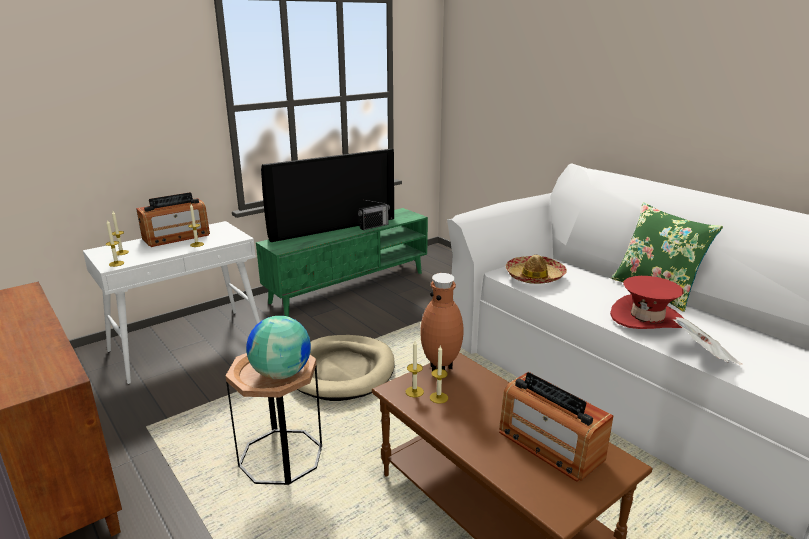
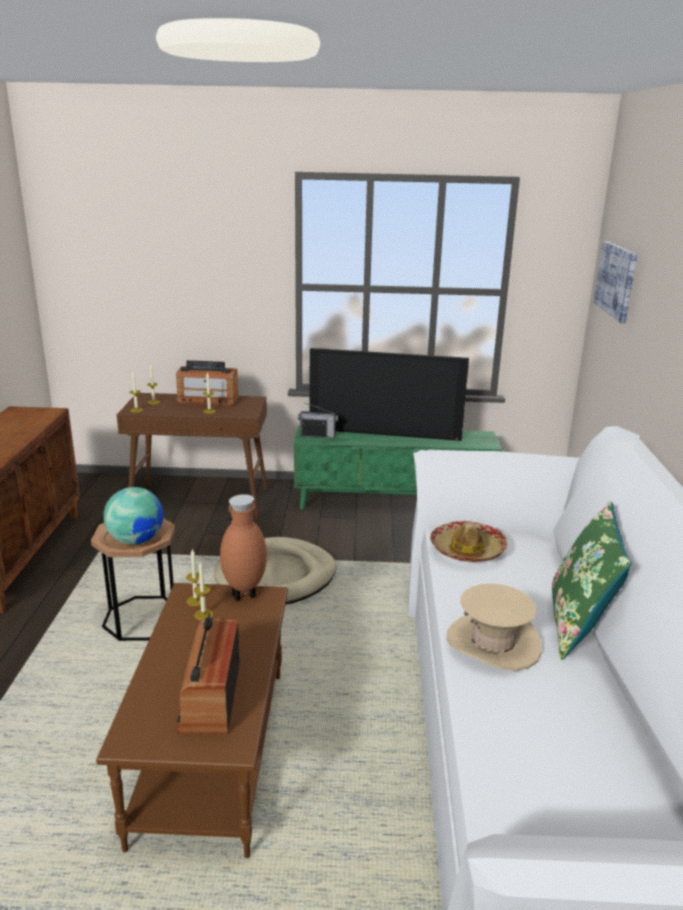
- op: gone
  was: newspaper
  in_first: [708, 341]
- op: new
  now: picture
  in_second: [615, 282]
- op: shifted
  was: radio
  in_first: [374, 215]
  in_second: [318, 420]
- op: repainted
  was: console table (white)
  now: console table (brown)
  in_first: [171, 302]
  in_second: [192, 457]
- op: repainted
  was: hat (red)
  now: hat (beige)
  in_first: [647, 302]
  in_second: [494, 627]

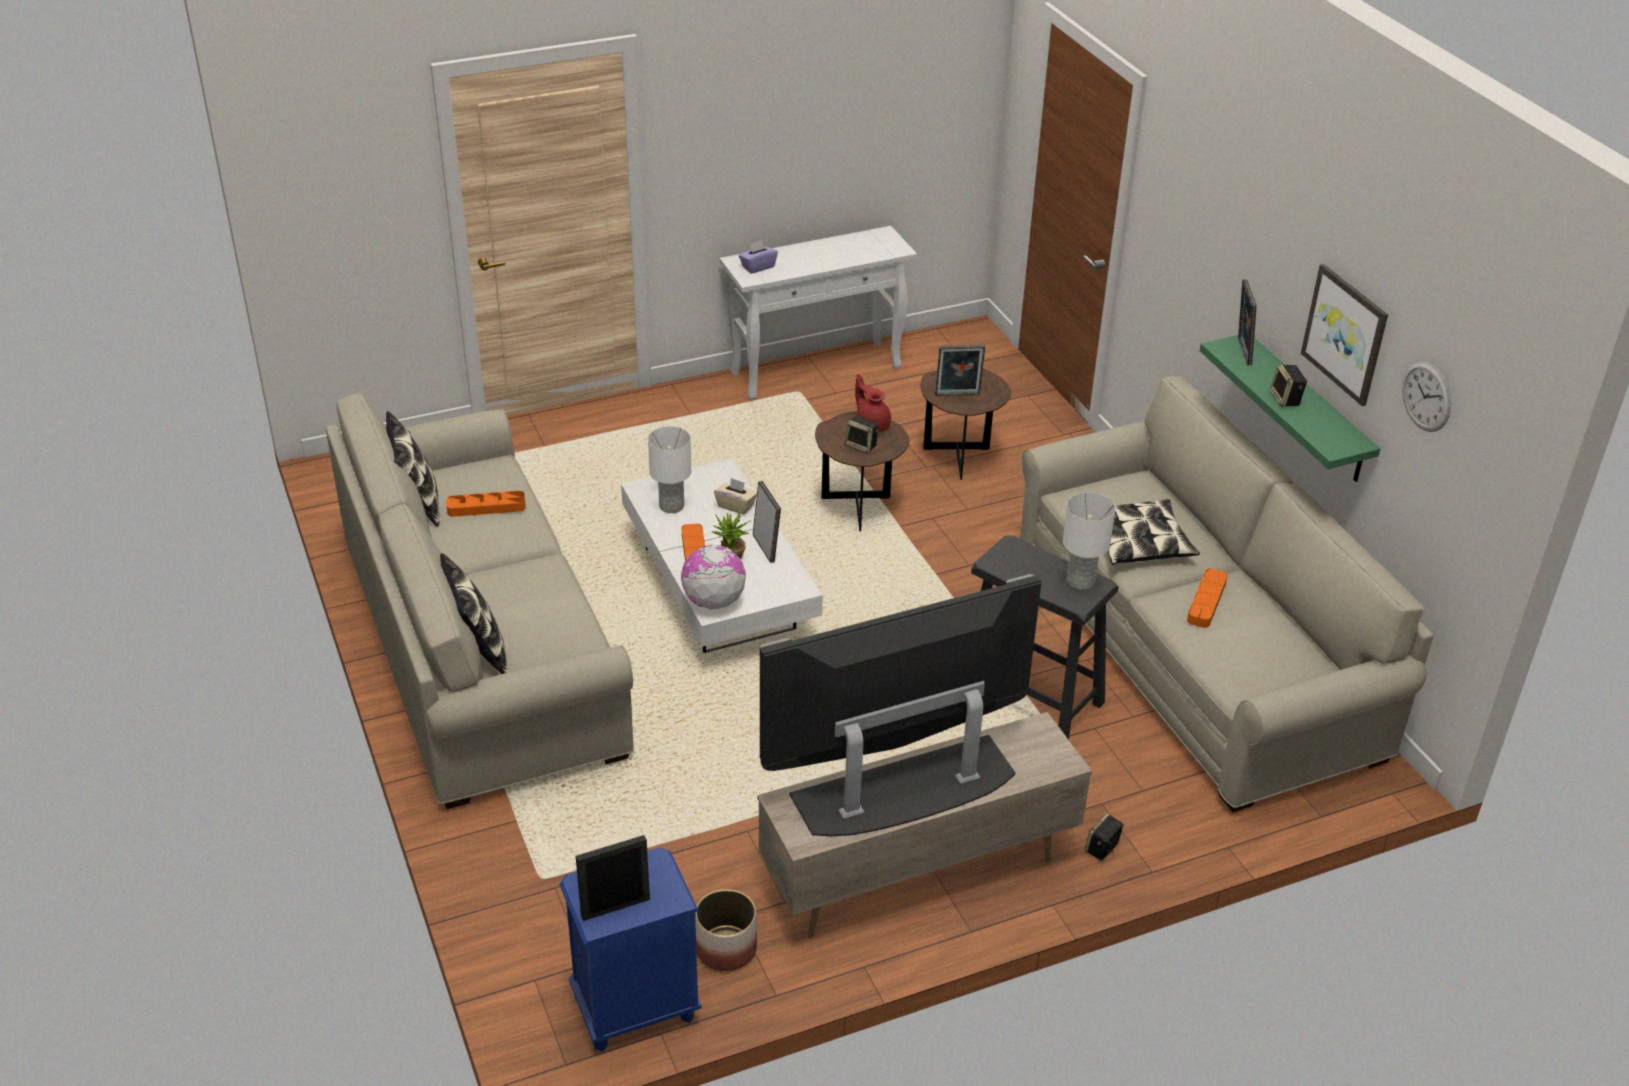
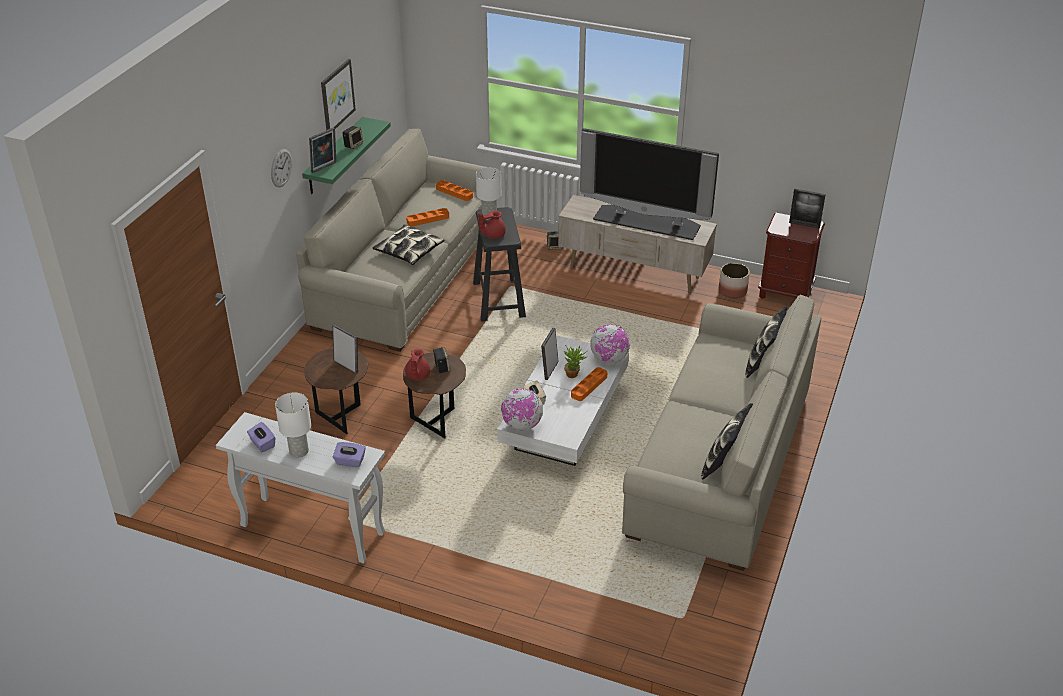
- op: new
  now: tissue box (purple)
  in_second: [261, 437]
- op: new
  now: teapot (red)
  in_second: [492, 225]
- op: new
  now: globe
  in_second: [522, 409]
- op: shifted
  was: tray (orange)
  in_first: [486, 504]
  in_second: [454, 190]
- op: shifted
  was: table lamp (white)
  in_first: [669, 469]
  in_second: [293, 425]
- op: shifted
  was: wall clock
  in_first: [1426, 396]
  in_second: [281, 168]
- op: repainted
  was: nightstand (blue)
  now: nightstand (brown)
  in_first: [630, 949]
  in_second: [791, 256]

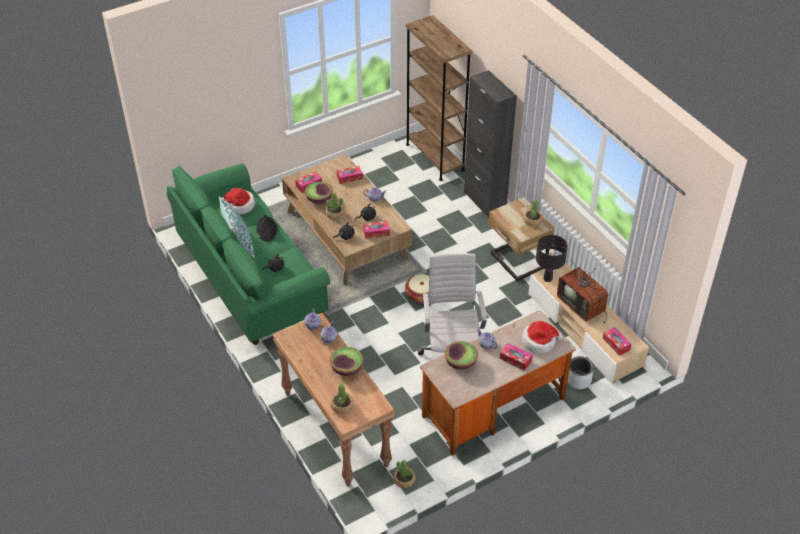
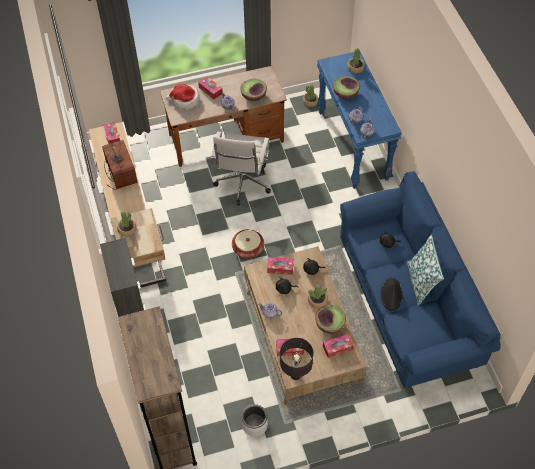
- op: gone
  was: hat
  in_first: [238, 201]
- op: shifted
  was: table lamp (black)
  in_first: [552, 258]
  in_second: [296, 359]
- op: shifted
  was: planter (grey)
  in_first: [580, 372]
  in_second: [255, 420]
- op: repainted
  was: sofa (green)
  now: sofa (blue)
  in_first: [248, 254]
  in_second: [420, 280]
- op: repainted
  was: console table (brown)
  now: console table (blue)
  in_first: [334, 400]
  in_second: [359, 120]

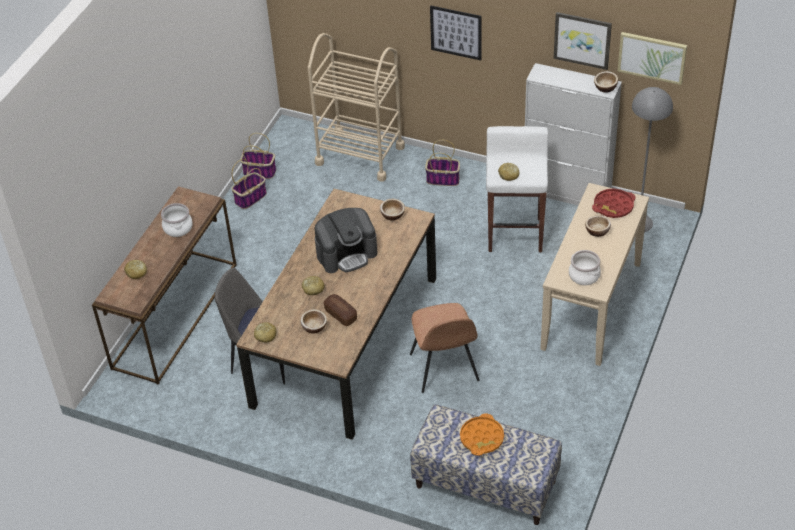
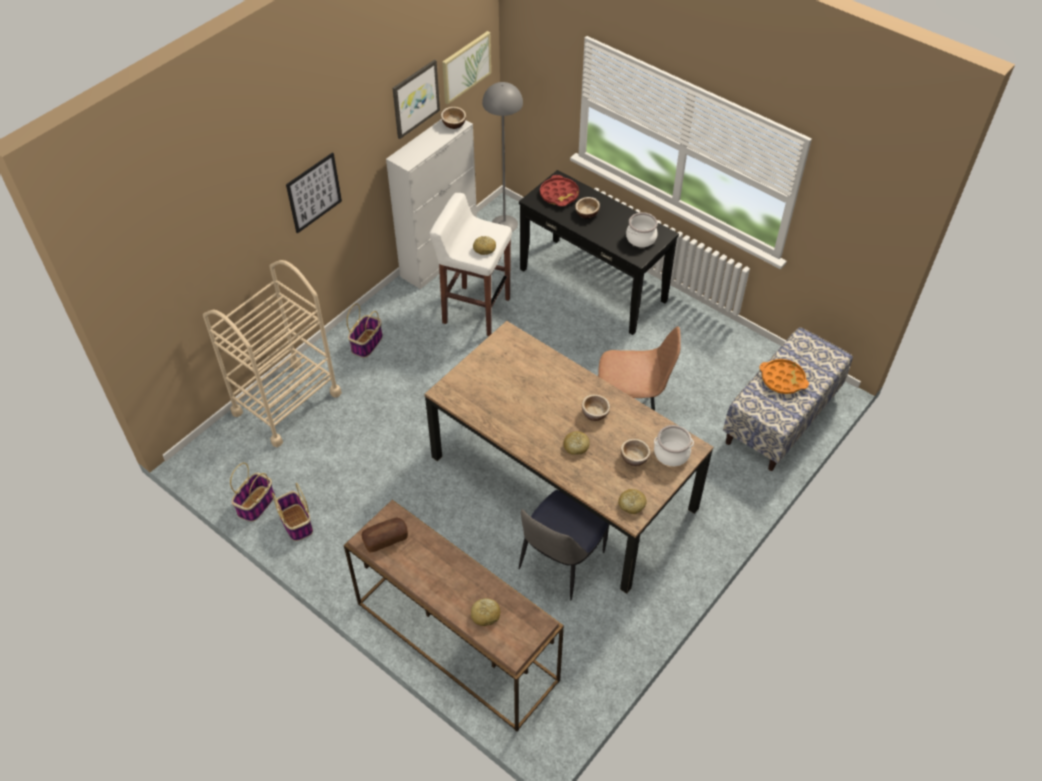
- op: gone
  was: coffee machine
  in_first: [346, 240]
- op: shifted
  was: cooking pot
  in_first: [177, 220]
  in_second: [674, 445]
- op: shifted
  was: bread
  in_first: [340, 310]
  in_second: [385, 535]
- op: shifted
  was: bowl
  in_first: [392, 209]
  in_second: [596, 407]
- op: repainted
  was: console table (beige)
  now: console table (black)
  in_first: [594, 274]
  in_second: [599, 252]

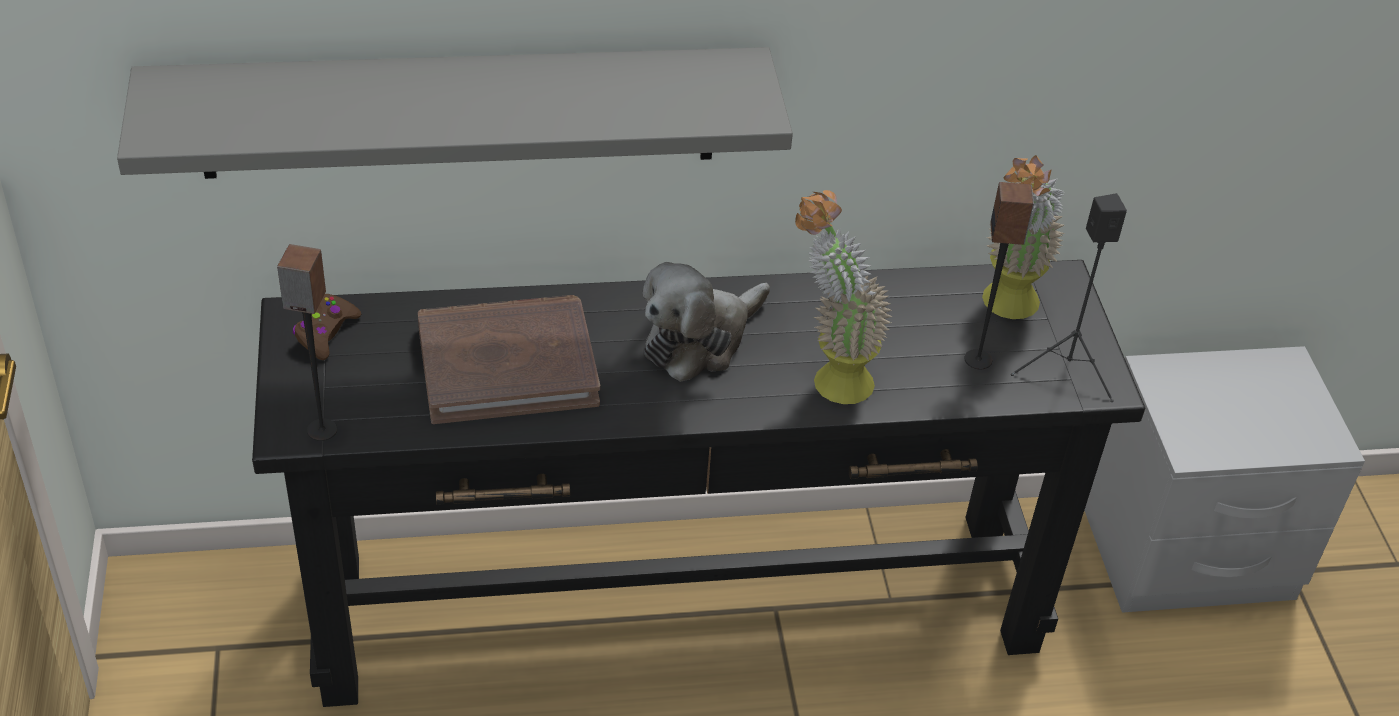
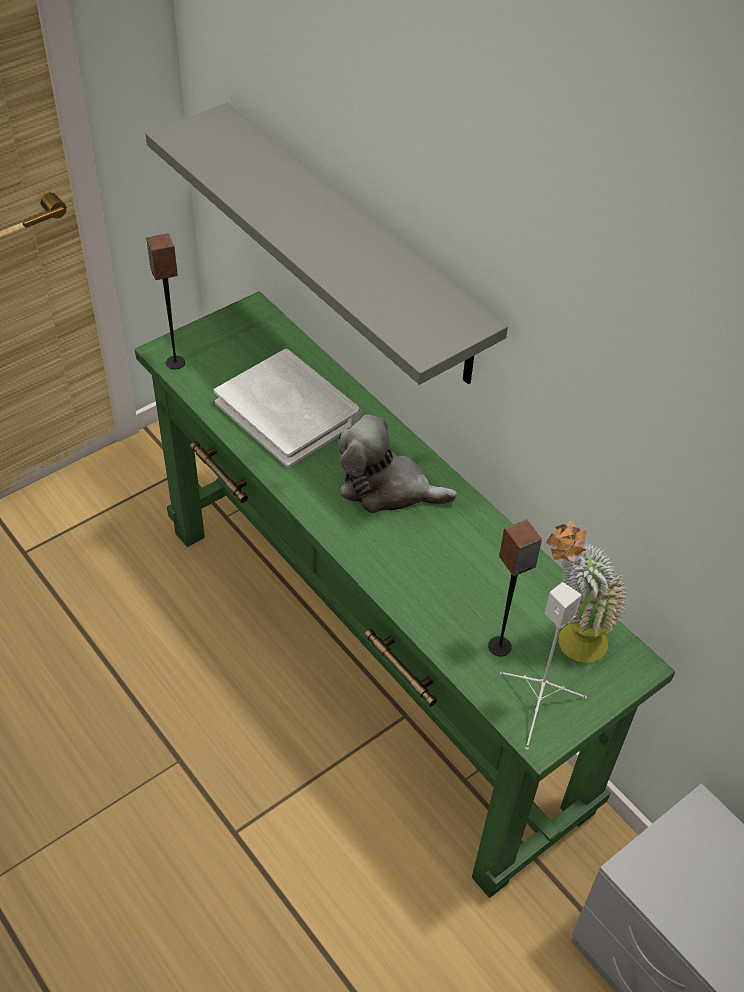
- op: gone
  was: game controller (brown)
  in_first: [327, 327]
- op: gone
  was: potted plant
  in_first: [843, 297]
- op: repainted
  was: console table (black)
  now: console table (green)
  in_first: [698, 483]
  in_second: [405, 594]
- op: repainted
  was: book (brown)
  now: book (white)
  in_first: [509, 359]
  in_second: [287, 408]
- op: repainted
  was: speaker (black)
  now: speaker (white)
  in_first: [1069, 297]
  in_second: [543, 666]

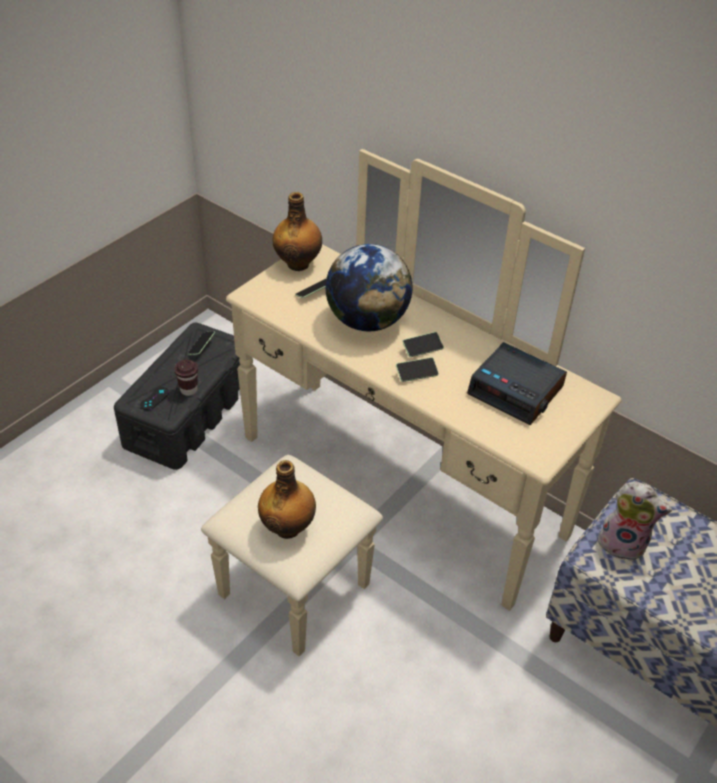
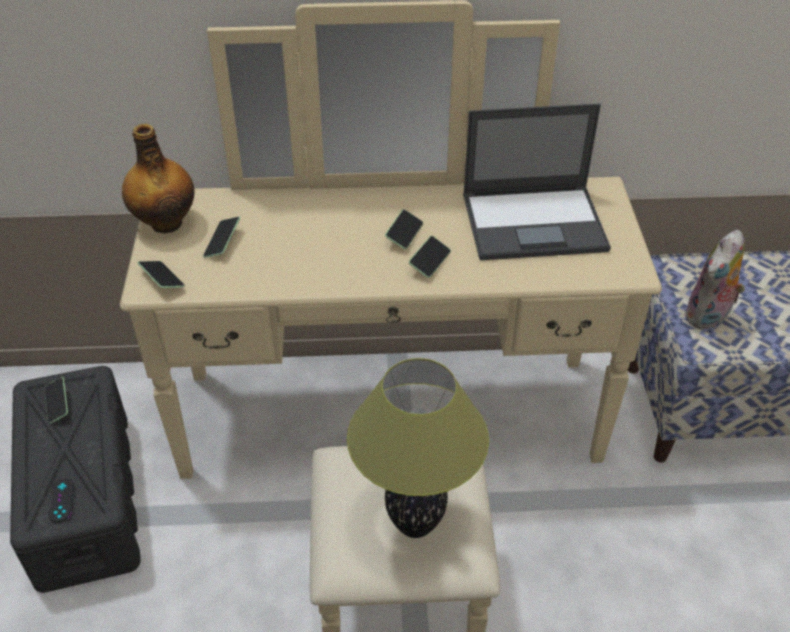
- op: gone
  was: cup (brown)
  in_first: [186, 378]
- op: gone
  was: globe
  in_first: [368, 288]
- op: new
  now: phone
  in_second: [161, 274]
- op: swapped
  was: bottle
  now: table lamp
  in_first: [287, 499]
  in_second: [418, 448]
- op: swapped
  was: alarm clock
  now: laptop
  in_first: [517, 383]
  in_second: [537, 182]
- op: rotated
  was: plush toy
  in_first: [635, 521]
  in_second: [714, 279]
  clockwise: 150

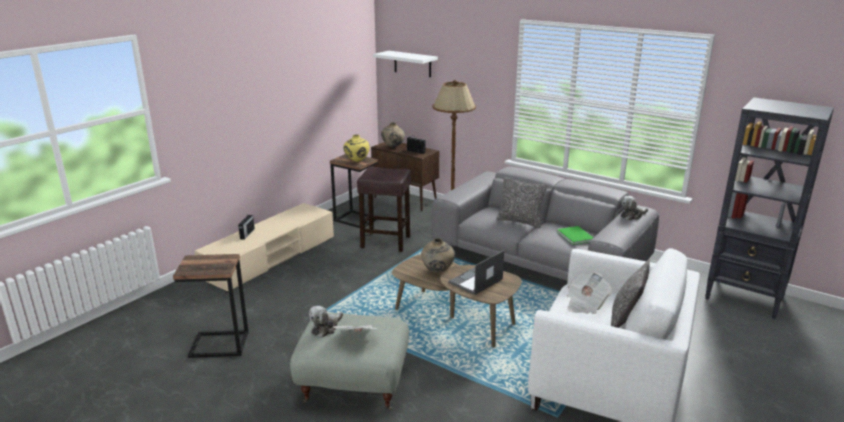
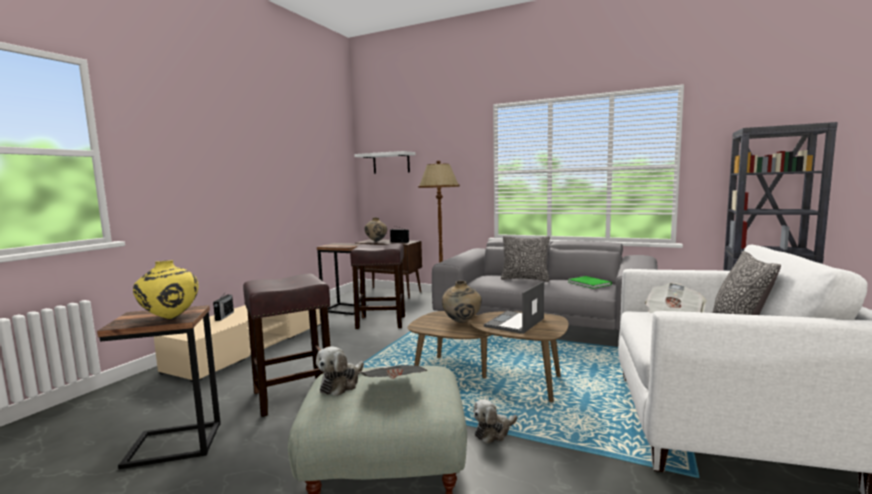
- op: new
  now: stool (brown)
  in_second: [287, 345]
- op: shifted
  was: vase (yellow)
  in_first: [356, 148]
  in_second: [166, 289]
- op: shifted
  was: plush toy
  in_first: [634, 208]
  in_second: [495, 422]

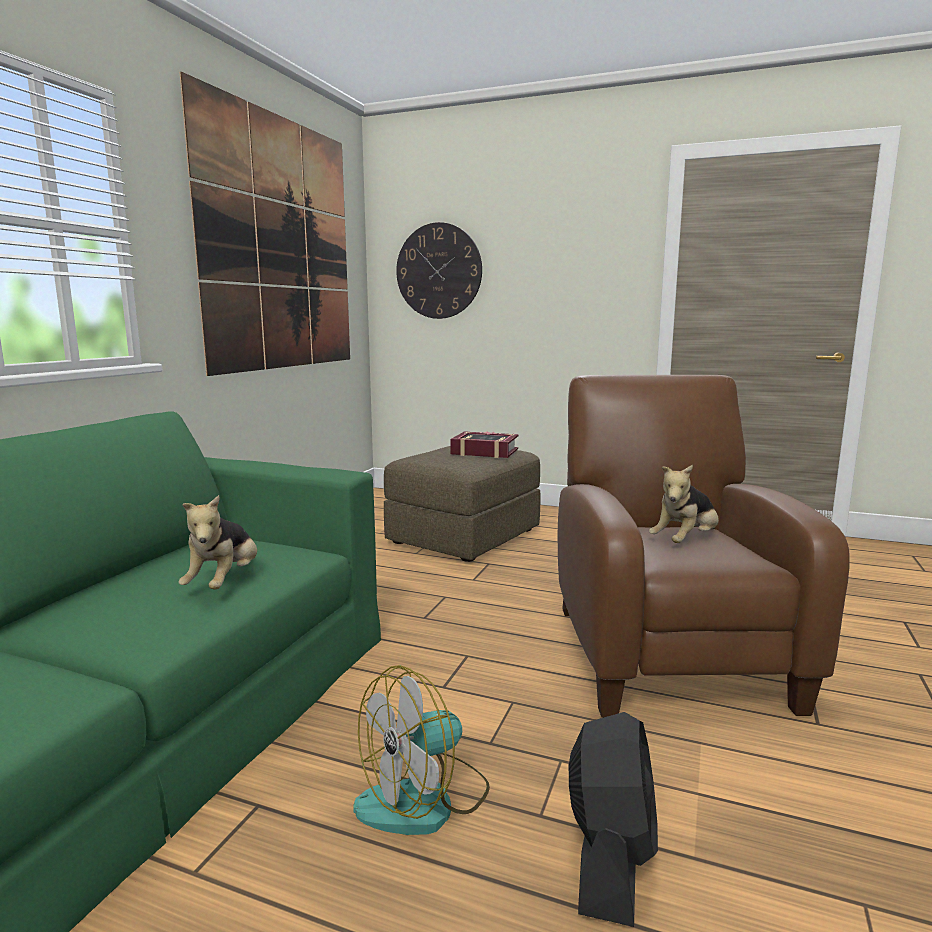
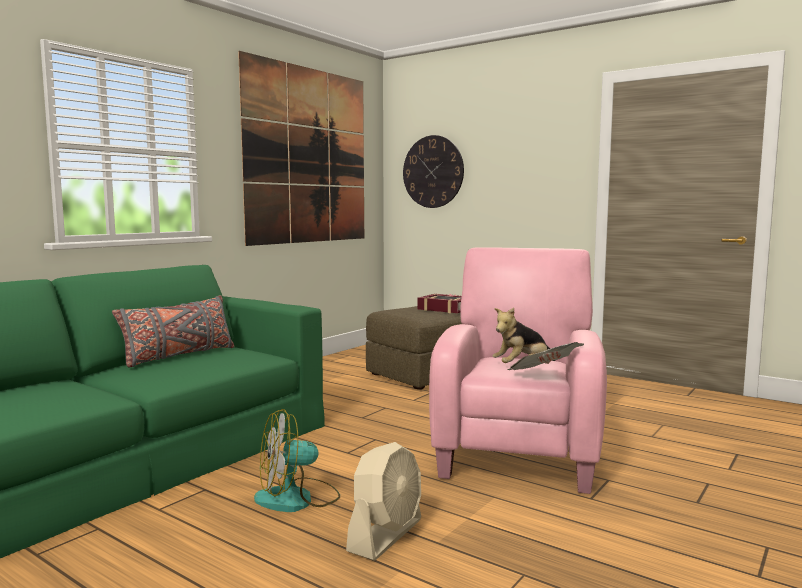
- op: gone
  was: plush toy
  in_first: [217, 542]
- op: new
  now: pillow (grey)
  in_second: [173, 331]
- op: new
  now: newspaper
  in_second: [545, 356]
- op: repainted
  was: armchair (brown)
  now: armchair (pink)
  in_first: [704, 546]
  in_second: [518, 370]
- op: repainted
  was: fan (black)
  now: fan (beige)
  in_first: [613, 819]
  in_second: [383, 501]

